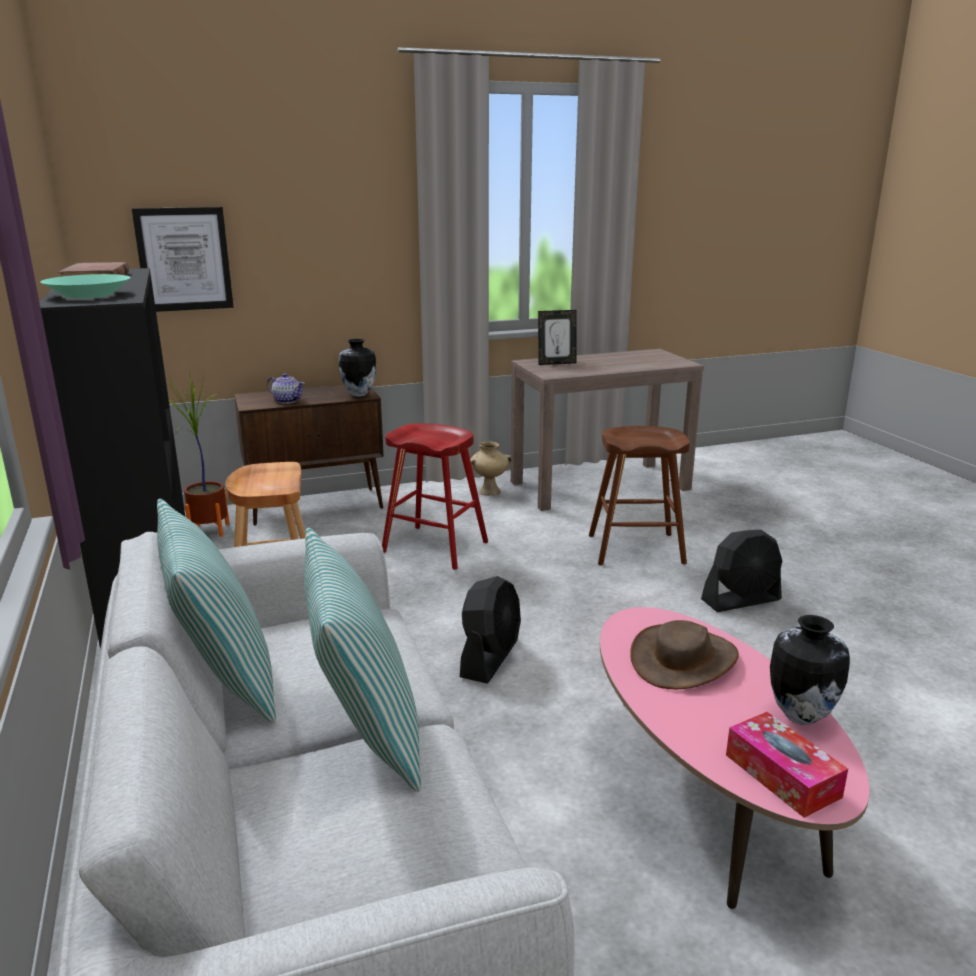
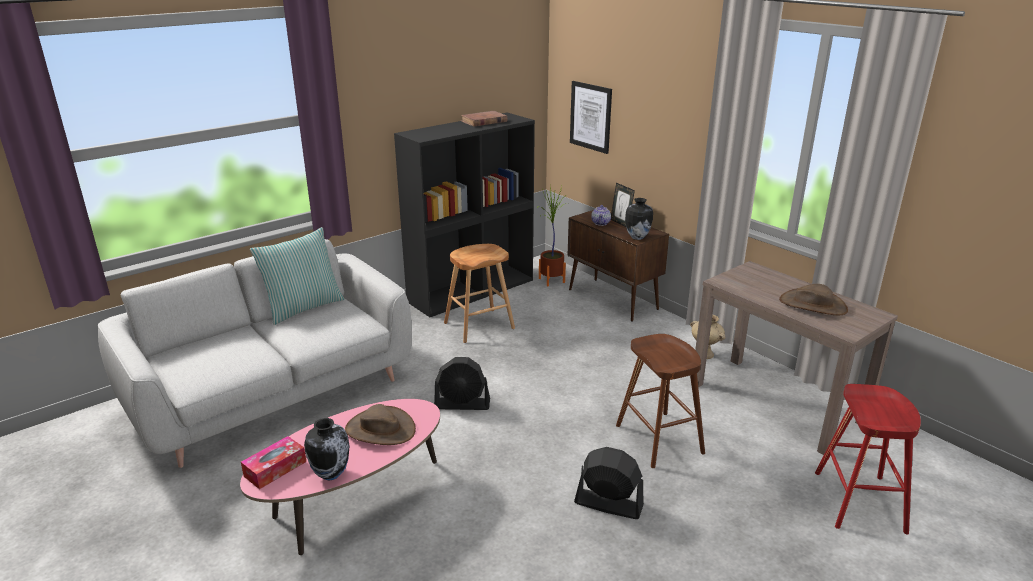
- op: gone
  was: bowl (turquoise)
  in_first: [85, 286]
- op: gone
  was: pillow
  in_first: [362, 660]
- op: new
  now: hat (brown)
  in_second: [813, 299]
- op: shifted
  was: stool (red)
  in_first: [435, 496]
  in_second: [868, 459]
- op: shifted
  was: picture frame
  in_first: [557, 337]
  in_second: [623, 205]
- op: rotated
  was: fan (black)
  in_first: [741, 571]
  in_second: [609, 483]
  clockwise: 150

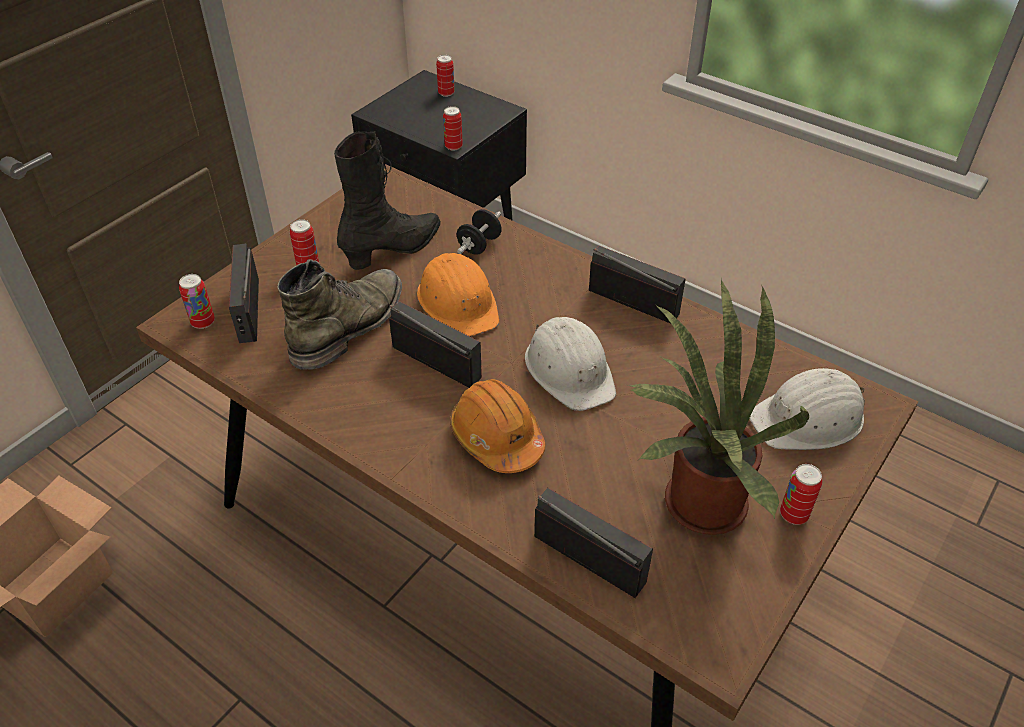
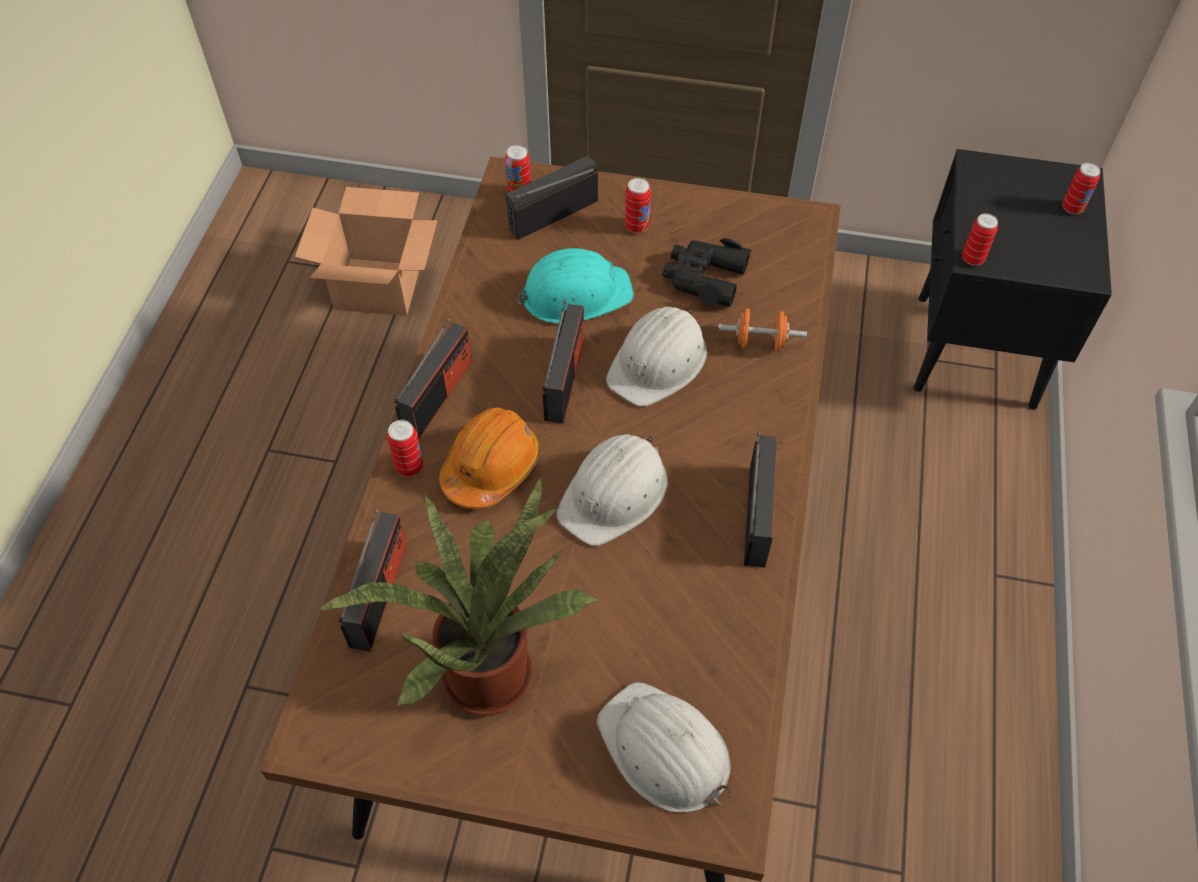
- op: new
  now: radio
  in_second: [433, 379]
- op: shifted
  was: can
  in_first: [801, 494]
  in_second: [405, 448]
- op: swapped
  was: boot (green)
  now: hard hat (turquoise)
  in_first: [340, 314]
  in_second: [575, 286]
- op: swapped
  was: boot (black)
  now: binoculars (black)
  in_first: [387, 201]
  in_second: [707, 272]
- op: repainted
  was: hard hat (orange)
  now: hard hat (white)
  in_first: [458, 294]
  in_second: [656, 357]
- op: repainted
  was: dumbbell (black)
  now: dumbbell (orange)
  in_first: [479, 232]
  in_second: [762, 330]

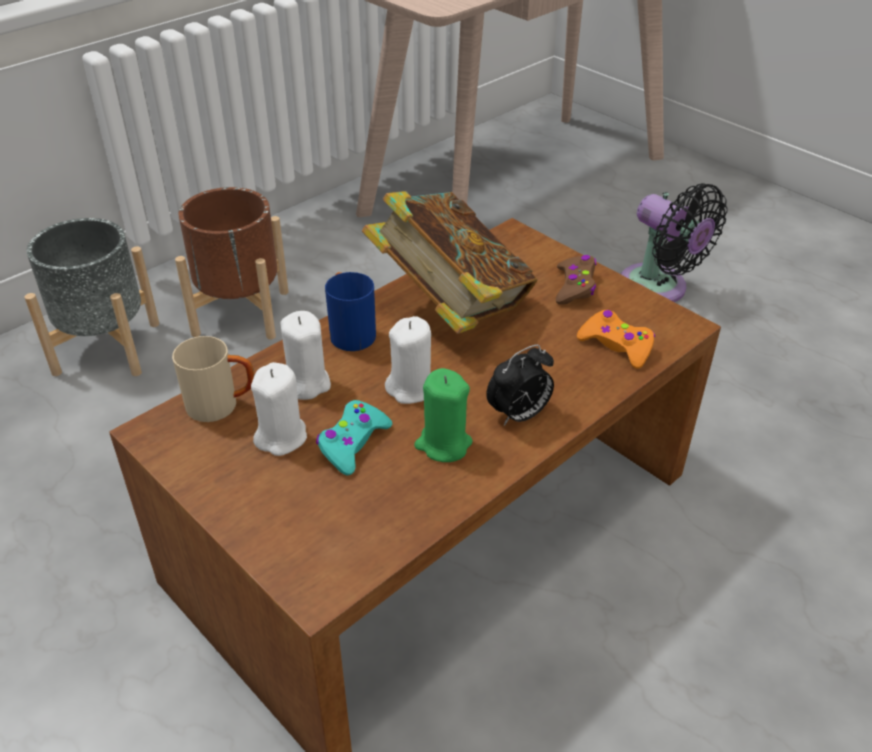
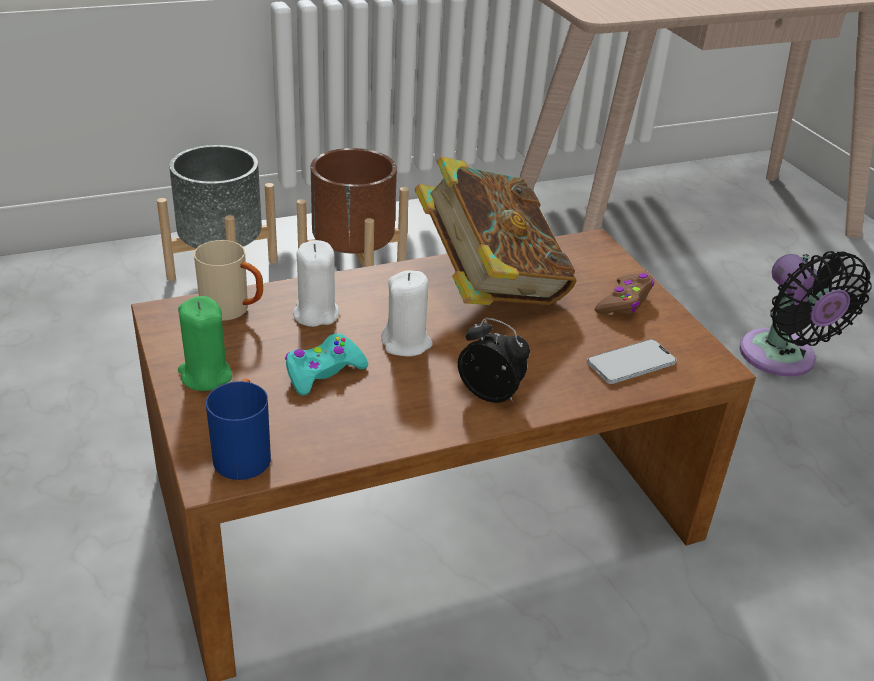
- op: gone
  was: candle (white)
  in_first: [279, 409]
- op: shifted
  was: mug (blue)
  in_first: [350, 311]
  in_second: [238, 429]
- op: shifted
  was: candle (green)
  in_first: [443, 415]
  in_second: [205, 343]
- op: swapped
  was: game controller (orange)
  now: phone
  in_first: [616, 339]
  in_second: [632, 361]
- op: rotated
  was: alarm clock
  in_first: [520, 385]
  in_second: [494, 360]
  clockwise: -135

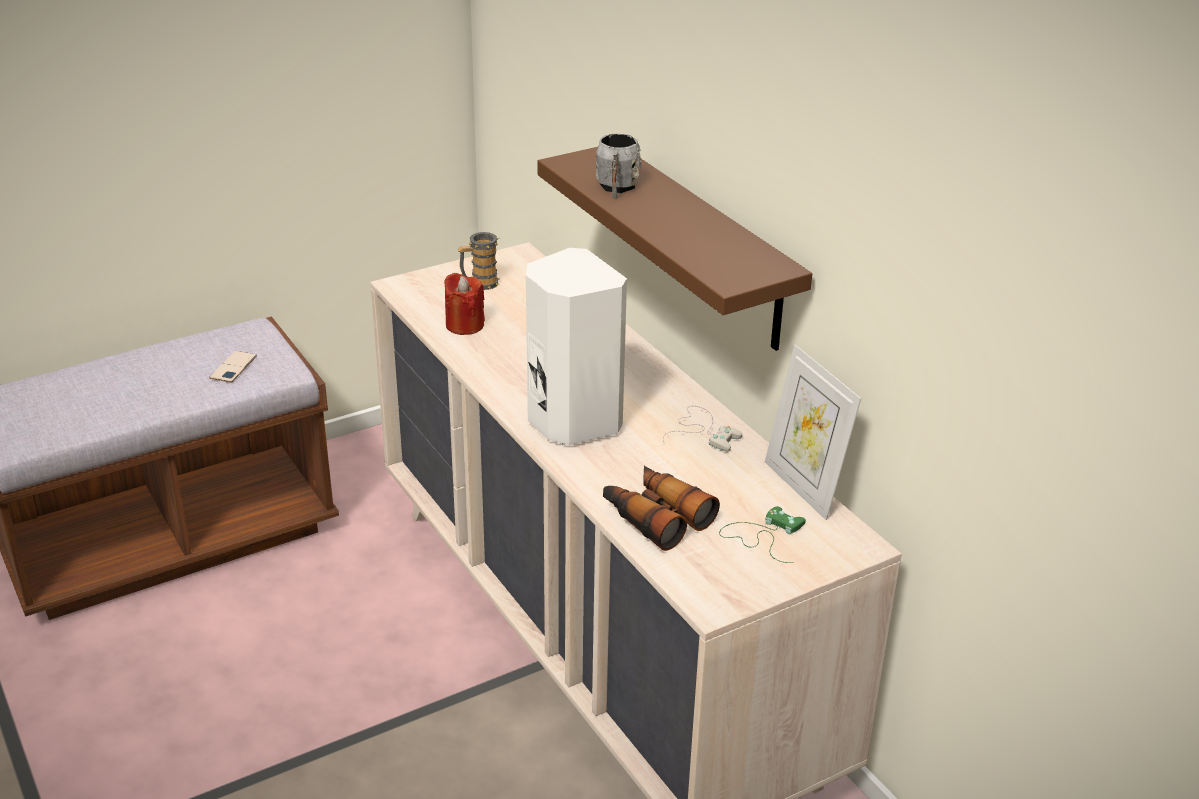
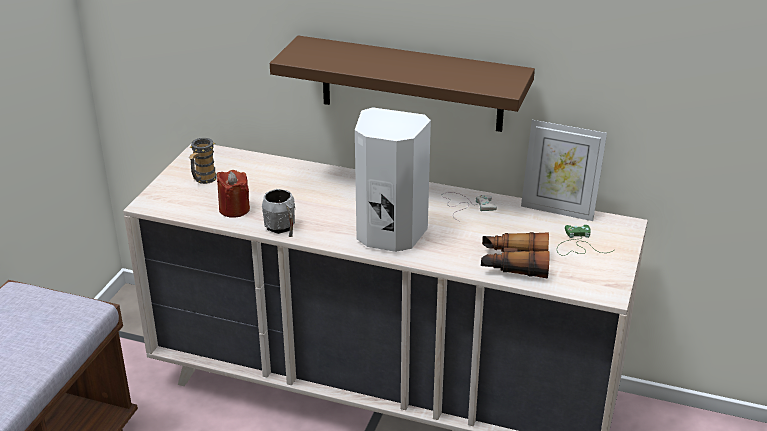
- op: gone
  was: phone
  in_first: [233, 367]
- op: shifted
  was: mug (grey)
  in_first: [619, 166]
  in_second: [278, 213]

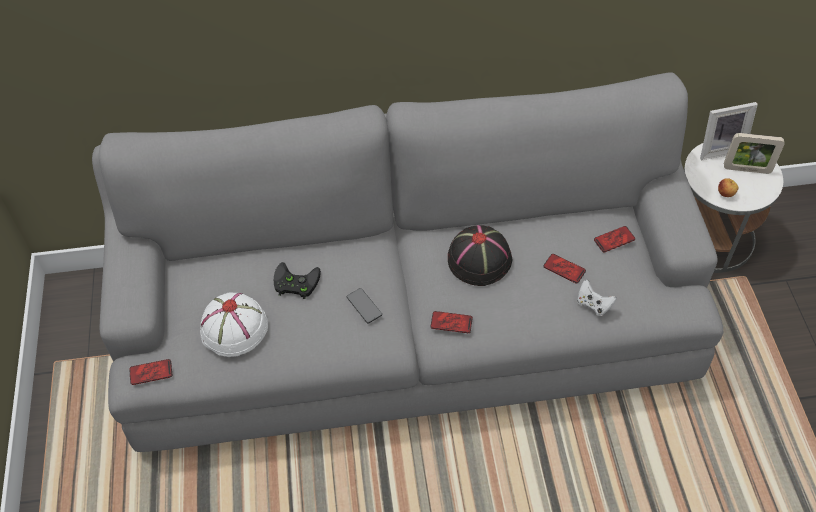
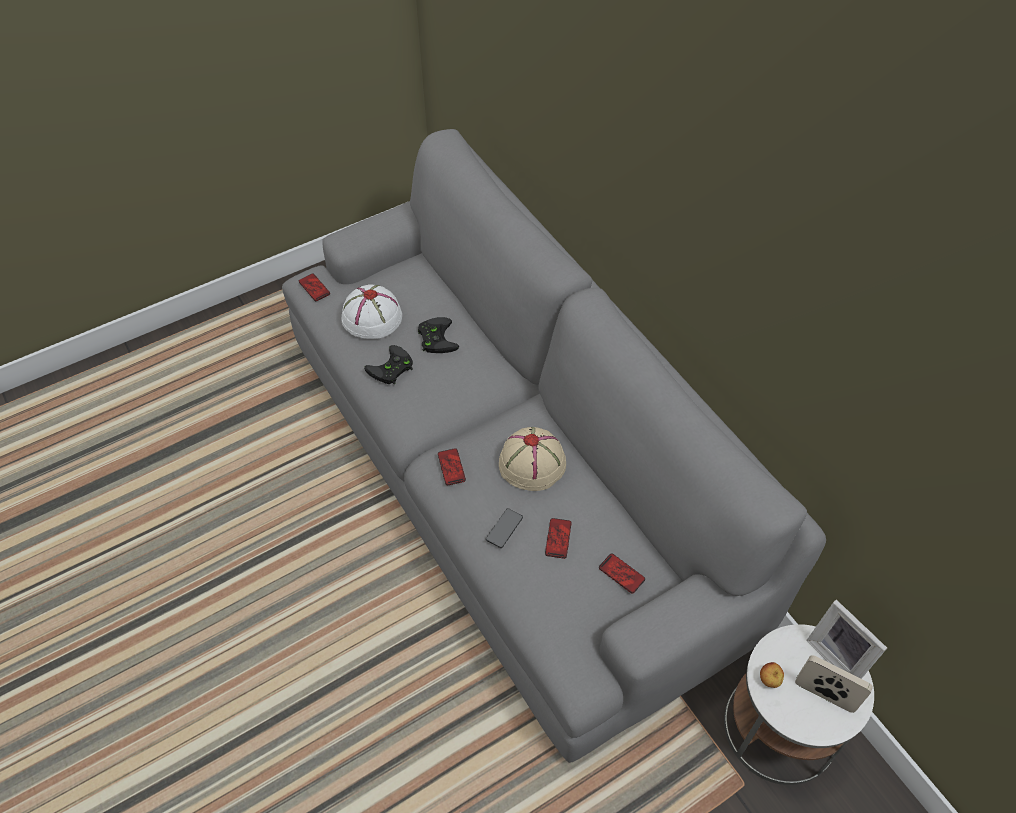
- op: gone
  was: game controller (white)
  in_first: [596, 297]
- op: new
  now: game controller (black)
  in_second: [388, 364]
- op: shifted
  was: phone
  in_first: [364, 306]
  in_second: [504, 528]
- op: repainted
  was: hat (black)
  now: hat (beige)
  in_first: [480, 255]
  in_second: [532, 459]
- op: rotated
  was: picture frame
  in_first: [754, 153]
  in_second: [834, 684]
  clockwise: 135

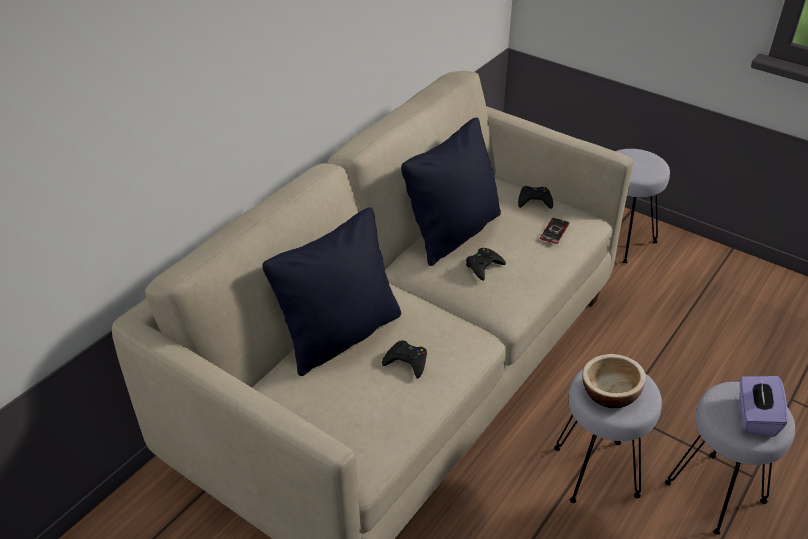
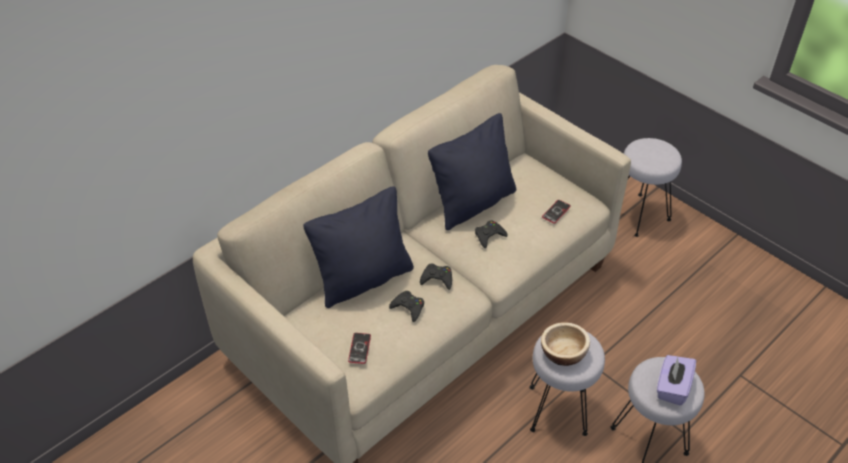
- op: new
  now: phone
  in_second: [359, 348]
- op: shifted
  was: game controller (black)
  in_first: [535, 197]
  in_second: [436, 277]

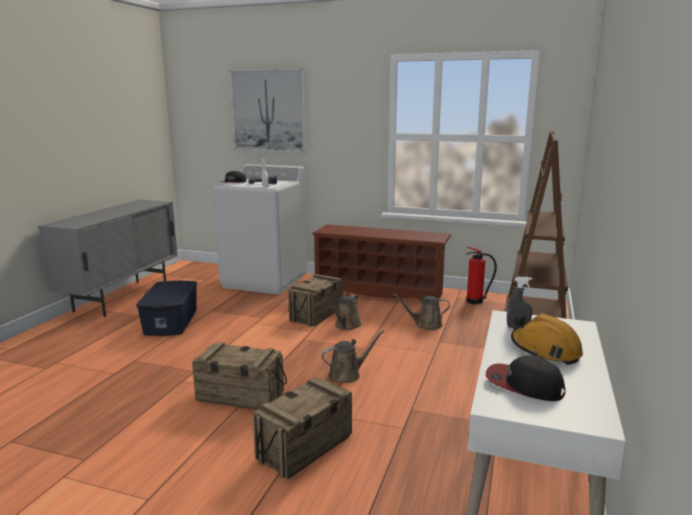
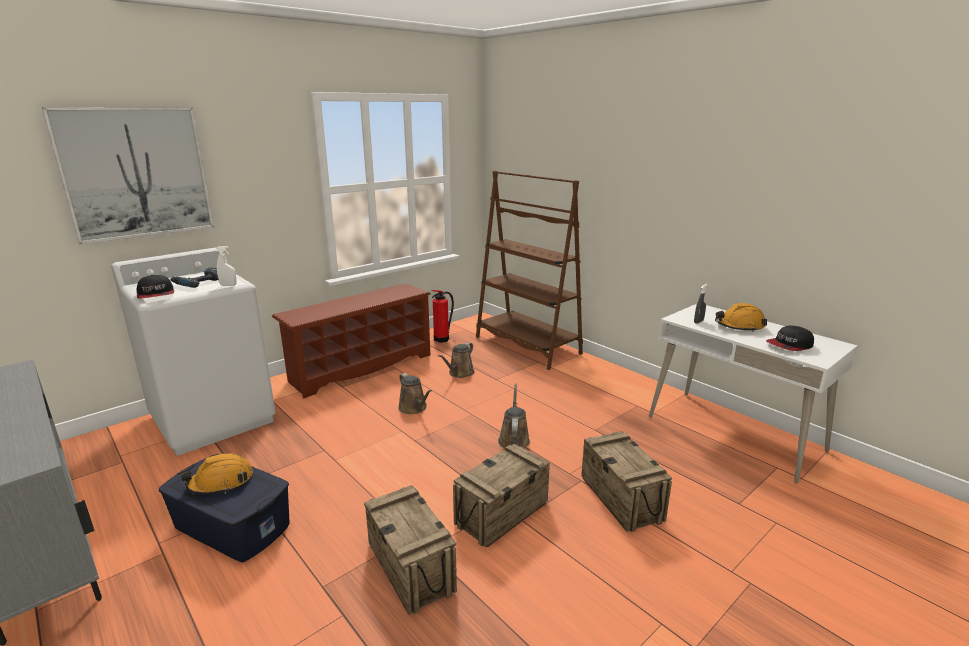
- op: new
  now: hard hat (orange)
  in_second: [217, 474]
- op: shifted
  was: crate
  in_first: [315, 300]
  in_second: [410, 550]

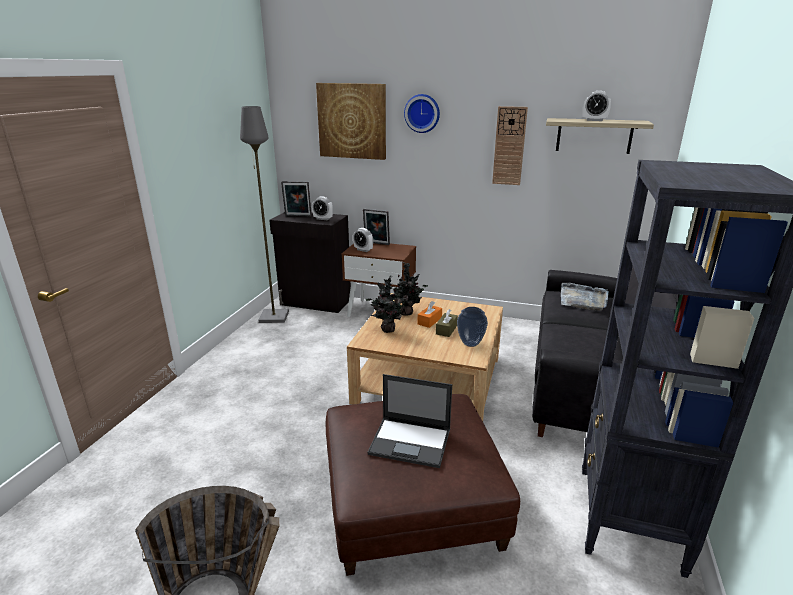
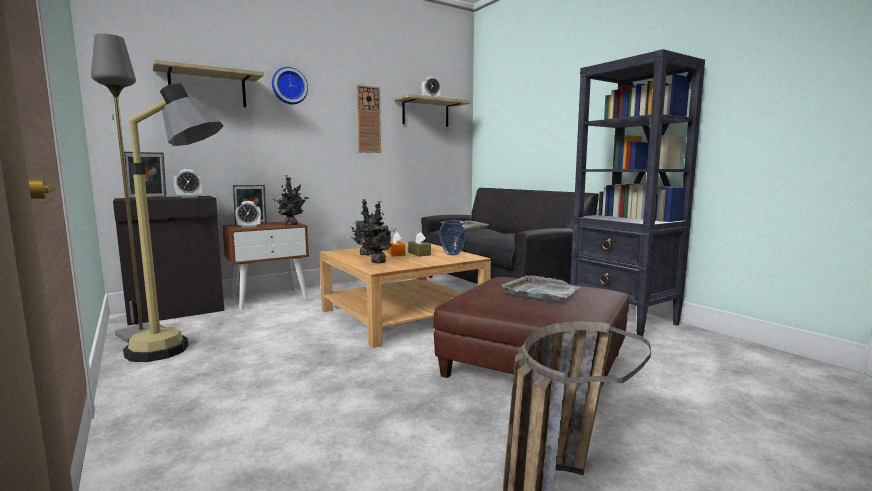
- op: new
  now: floor lamp
  in_second: [173, 222]
- op: new
  now: potted plant
  in_second: [290, 200]
- op: swapped
  was: picture
  now: shelf
  in_first: [351, 121]
  in_second: [208, 83]
- op: swapped
  was: laptop
  now: tray (grey)
  in_first: [410, 421]
  in_second: [540, 287]

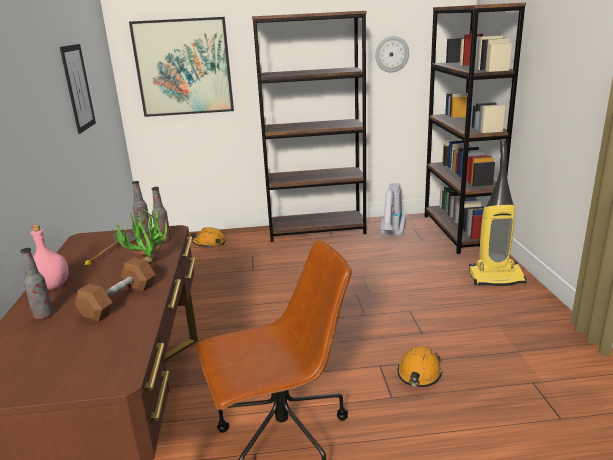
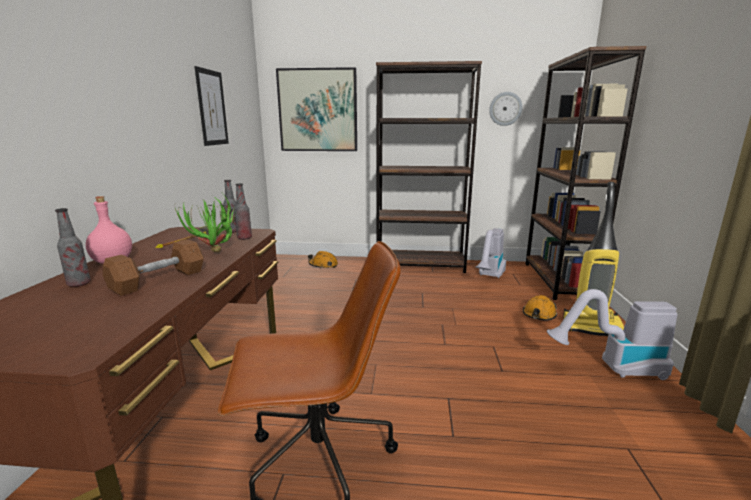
- op: new
  now: vacuum cleaner
  in_second: [612, 334]
- op: shifted
  was: hard hat (orange)
  in_first: [419, 366]
  in_second: [540, 307]

